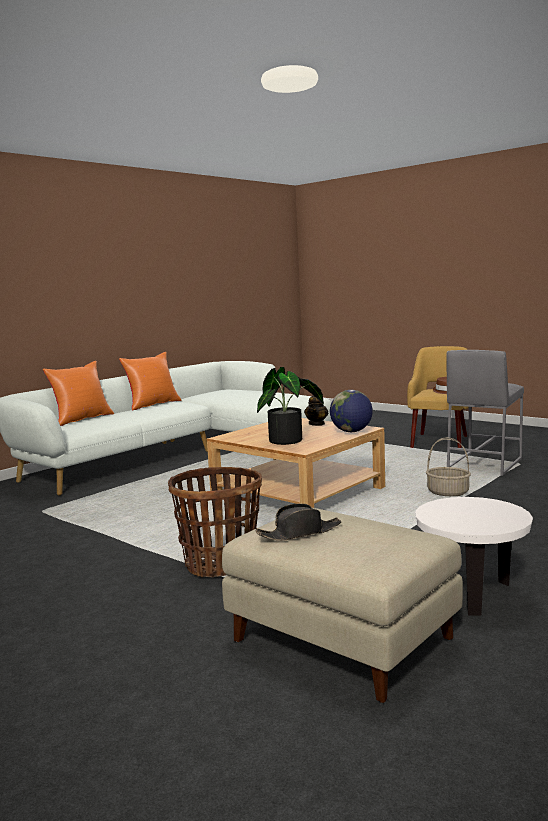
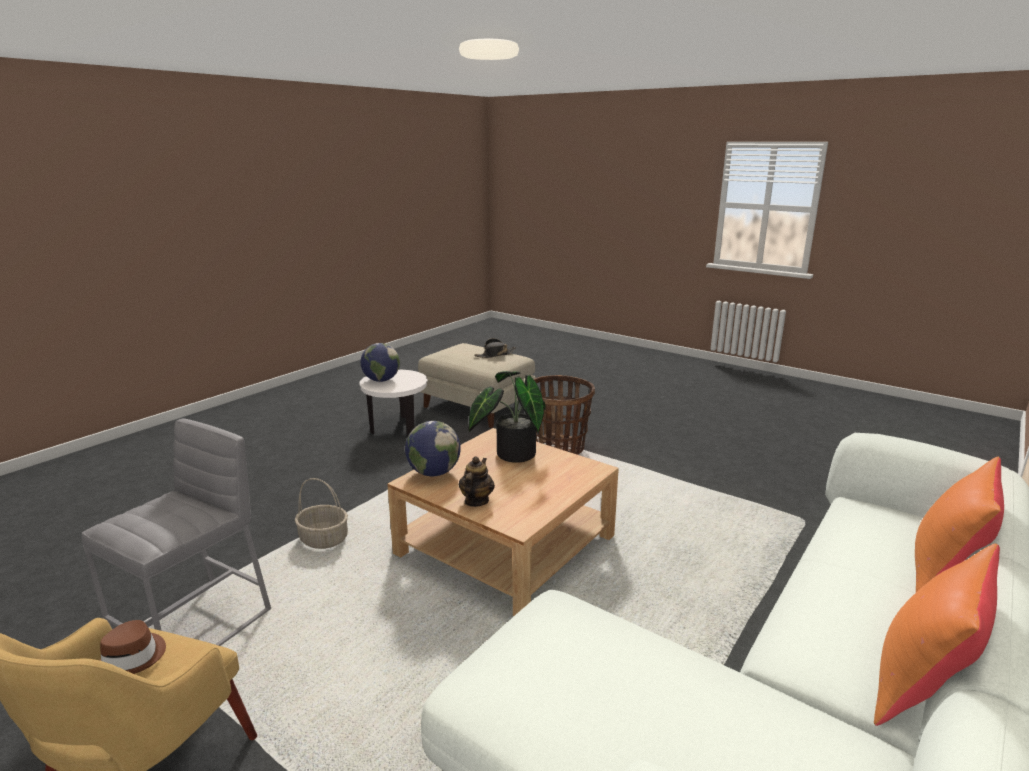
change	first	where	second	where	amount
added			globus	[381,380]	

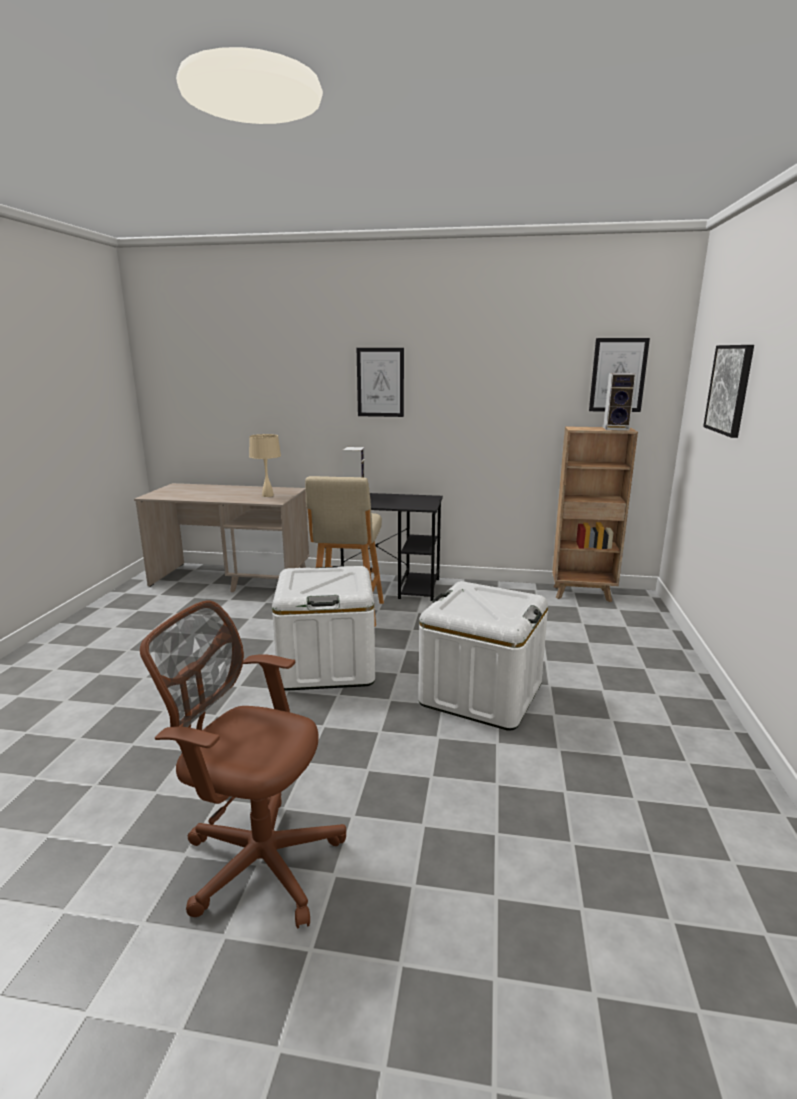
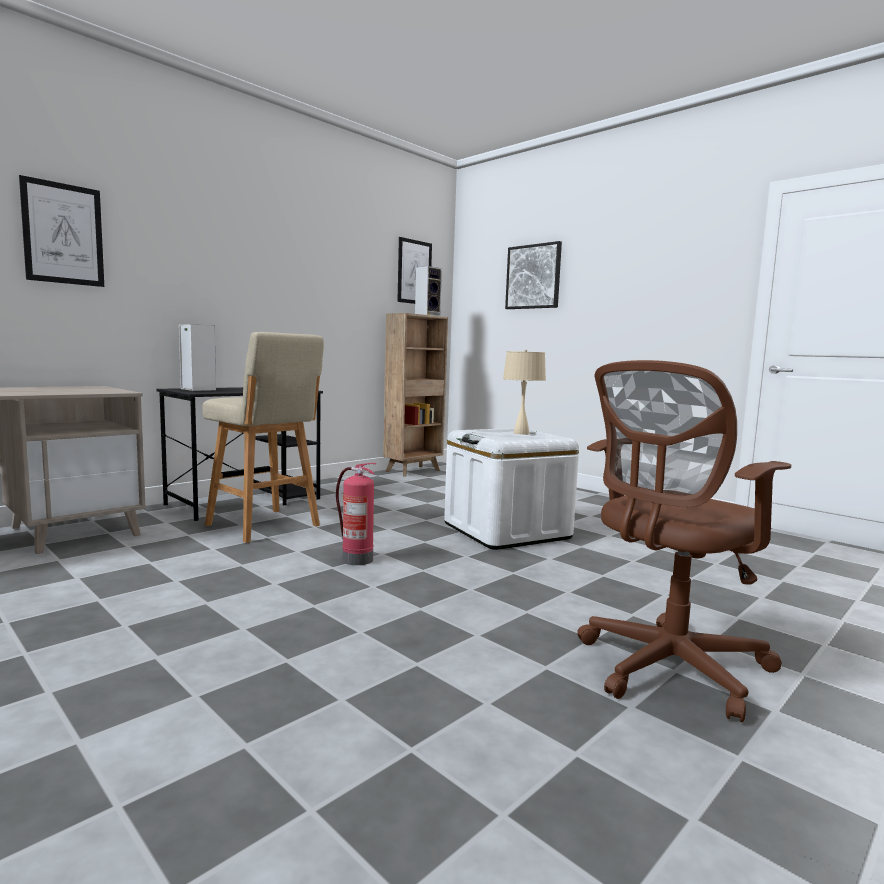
change	first	where	second	where	amount
moved	obraz	[380,382]		[63,234]	
replaced	pojemnik do przechowywania/biały	[327,665]	gaśnica	[356,559]	
moved	lampa stołowa/beżowy	[268,495]		[521,434]	

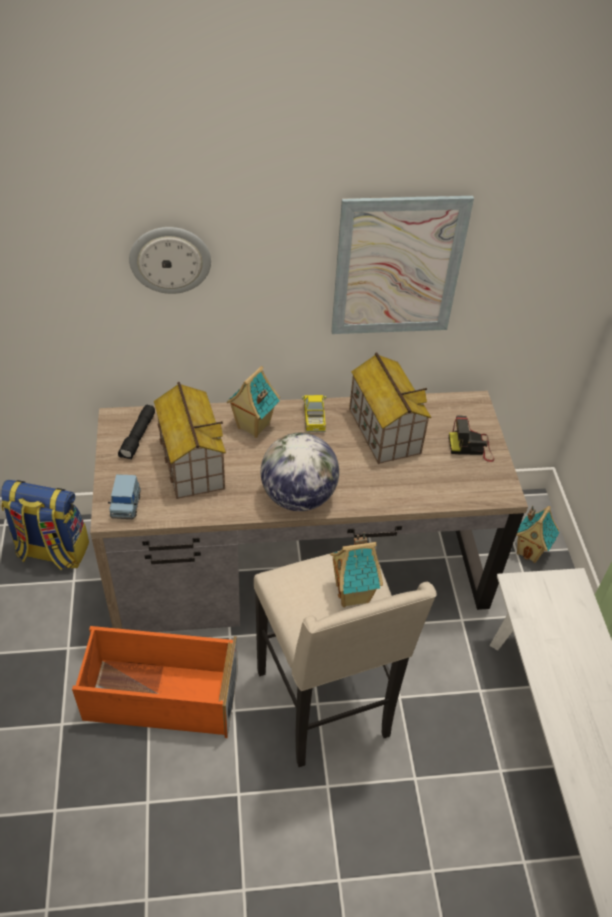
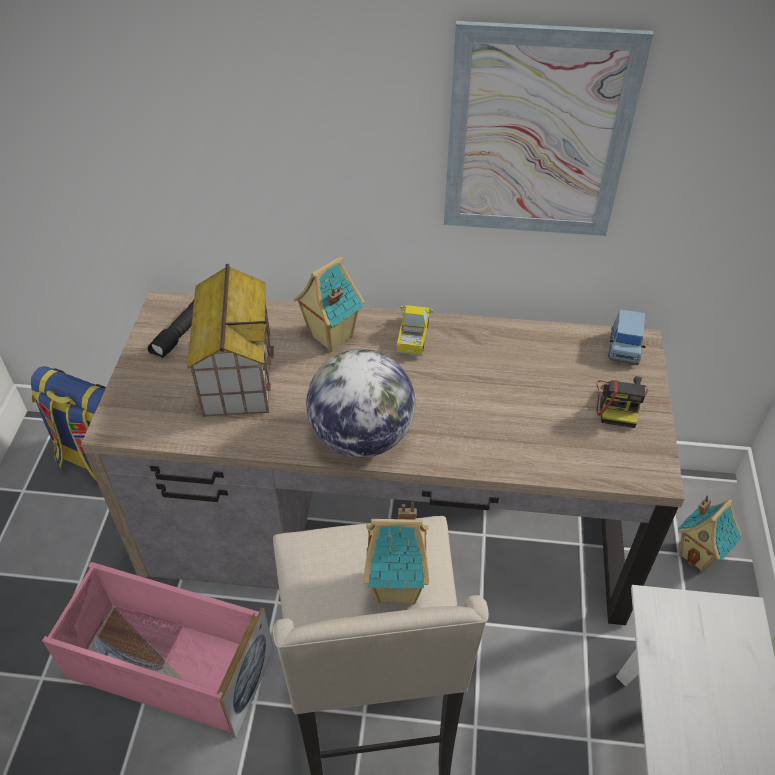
change	first	where	second	where	amount
recoloured	pojemnik do przechowywania/pomarańczowy	[160,696]	pojemnik do przechowywania/różowy	[169,665]	
turned	aparat fotograficzny	[471,447]		[619,403]	90 degrees counterclockwise
moved	samochodzik/niebieski	[125,505]		[624,349]	
removed	zegar ścienny	[170,259]			
removed	domek	[383,430]			

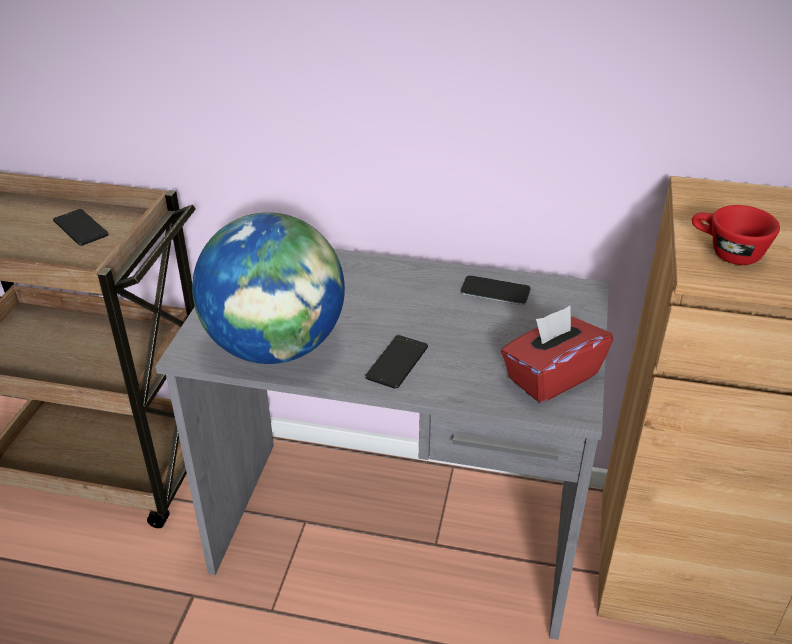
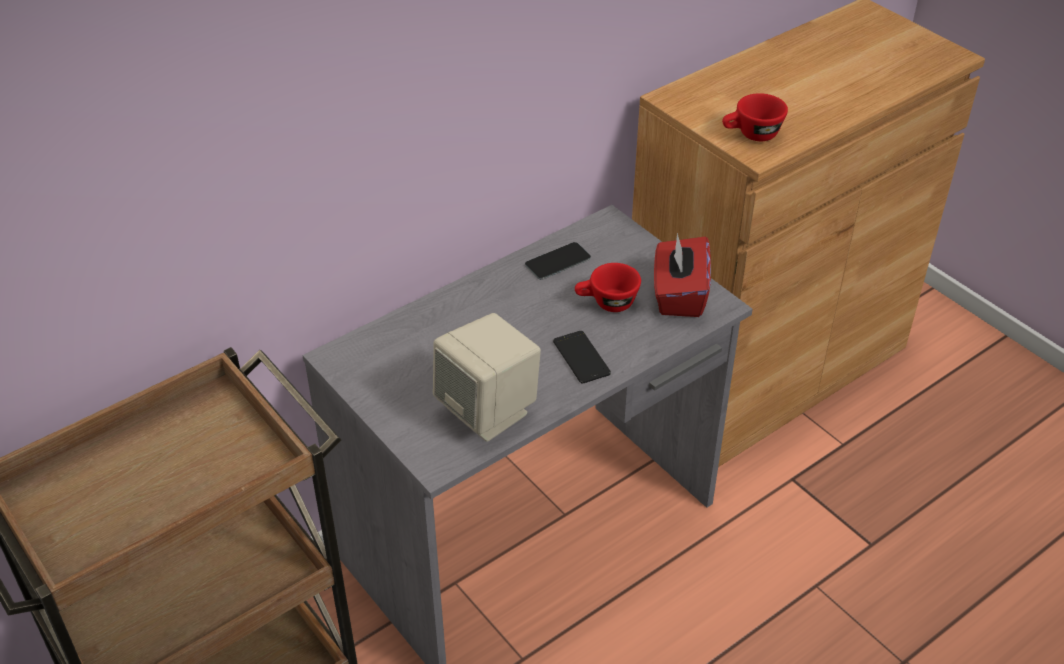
change	first	where	second	where	amount
replaced	globus	[276,347]	głośnik/beżowy	[488,411]	
added			filiżanka/czerwony	[606,303]	
removed	telefon	[80,228]			

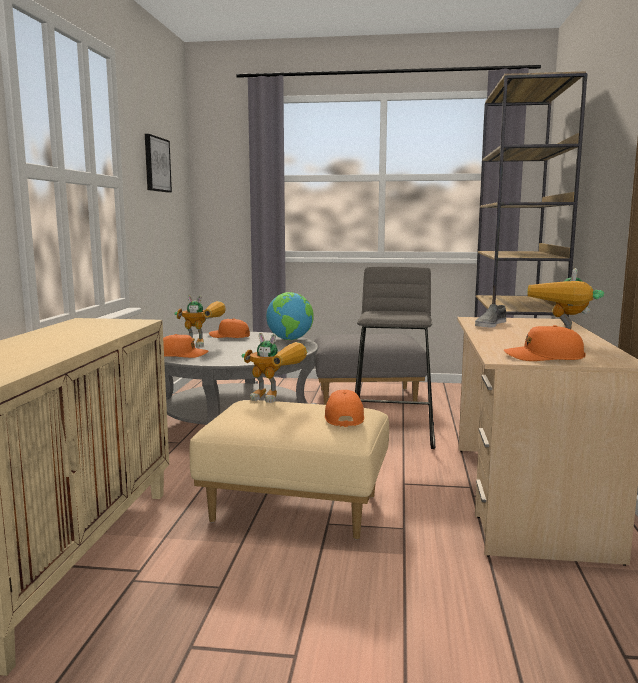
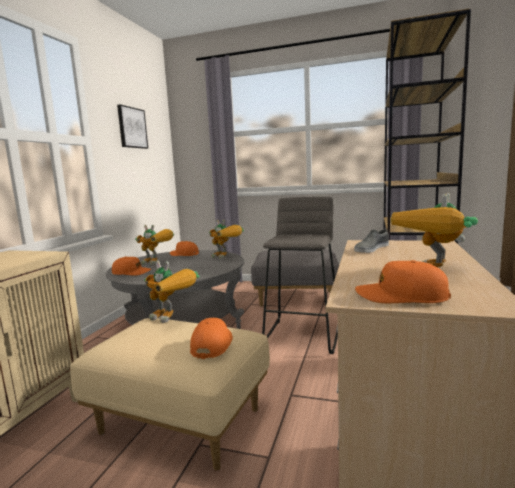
change	first	where	second	where	amount
replaced	globus	[290,339]	robot zabawkowy	[226,257]	

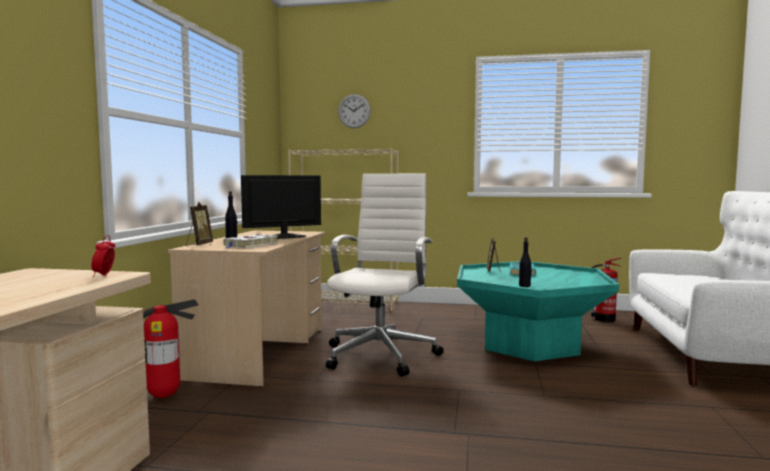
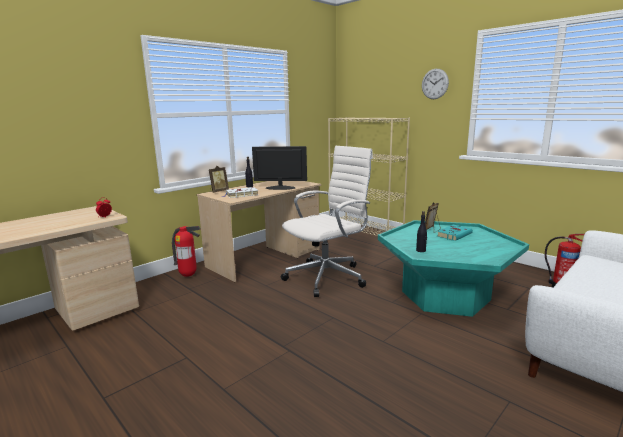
change	first	where	second	where	amount
moved	zegar ścienny	[354,111]		[435,84]	

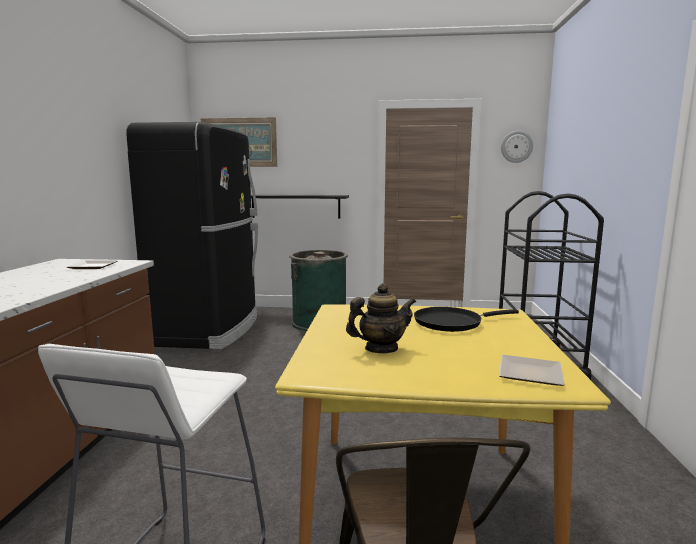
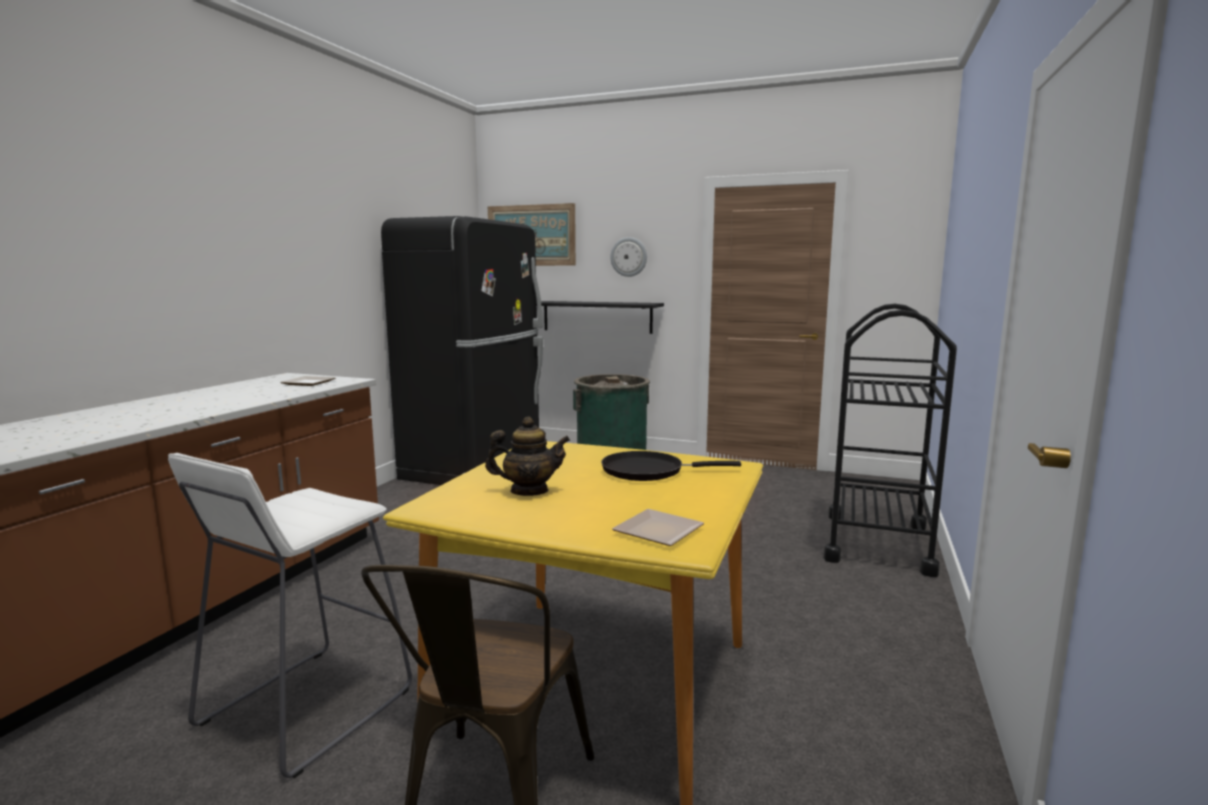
change	first	where	second	where	amount
moved	zegar ścienny	[516,146]		[629,257]	

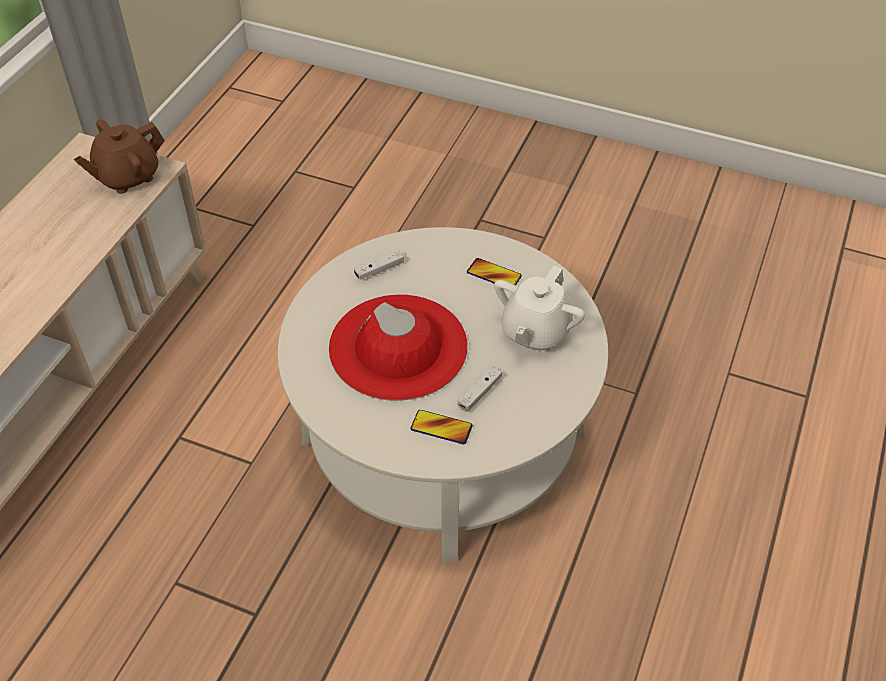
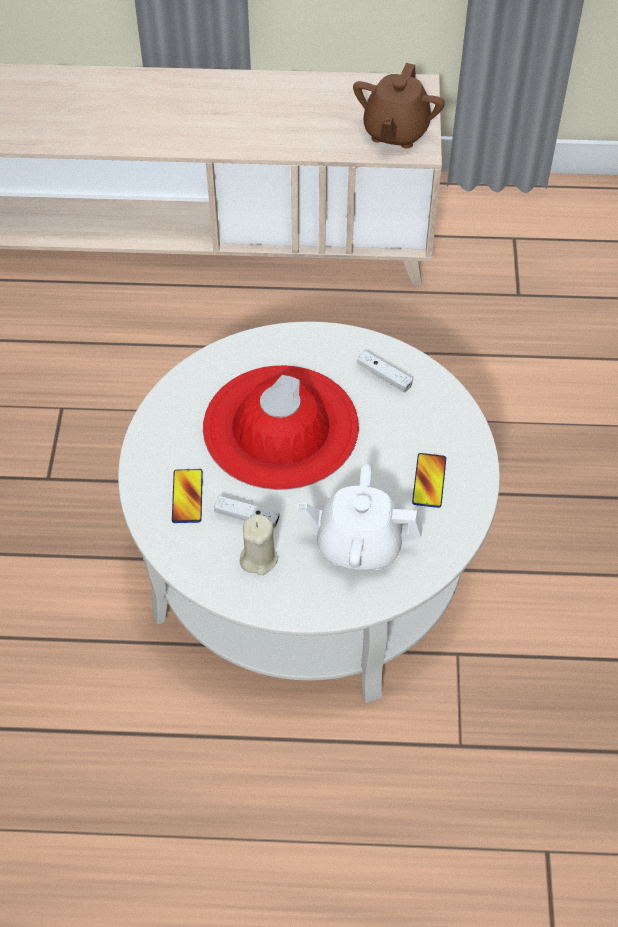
change	first	where	second	where	amount
added			świeca/beżowy	[258,558]	
turned	imbryk/brązowy	[127,177]		[395,132]	105 degrees counterclockwise

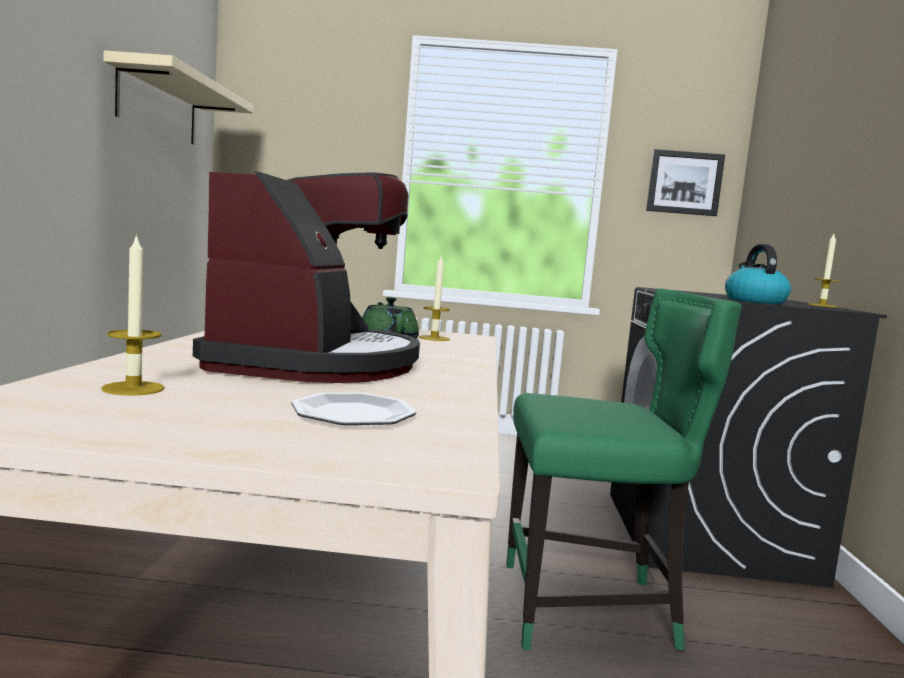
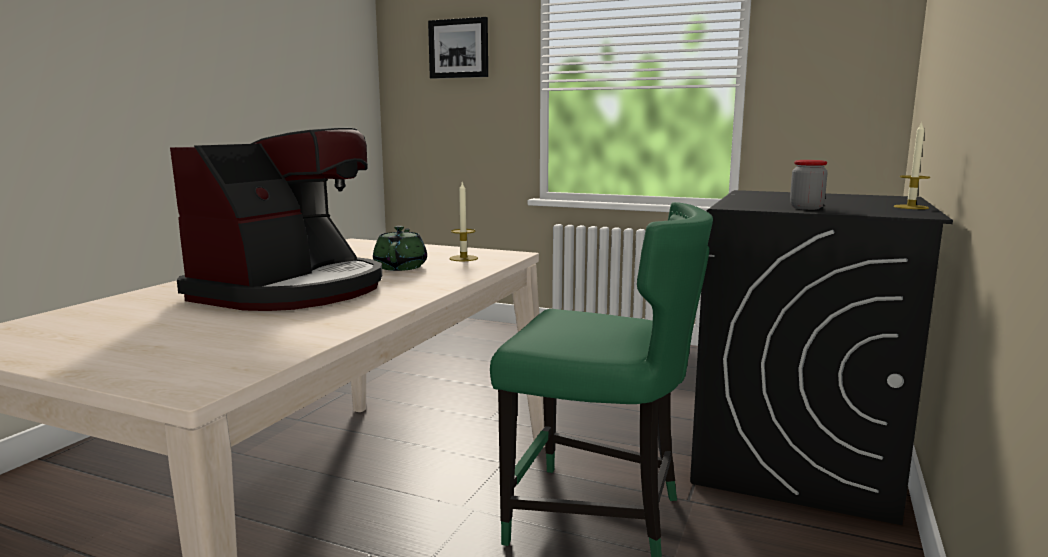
change	first	where	second	where	amount
moved	obraz	[684,183]		[459,48]	
replaced	czajnik	[754,301]	słoik	[806,208]	
removed	świeca	[133,388]			
removed	półka/beżowy	[159,105]			
removed	talerz	[352,414]			

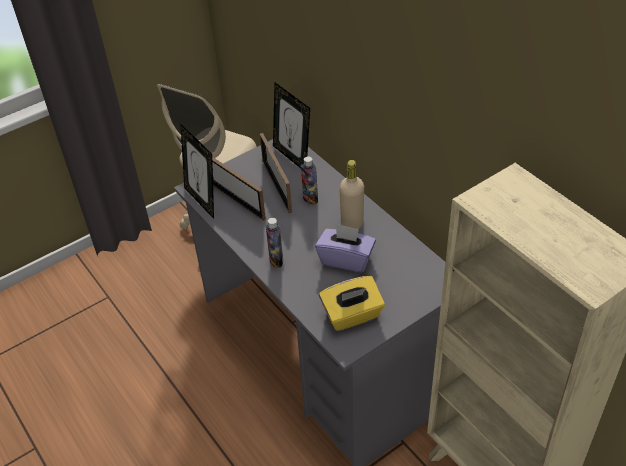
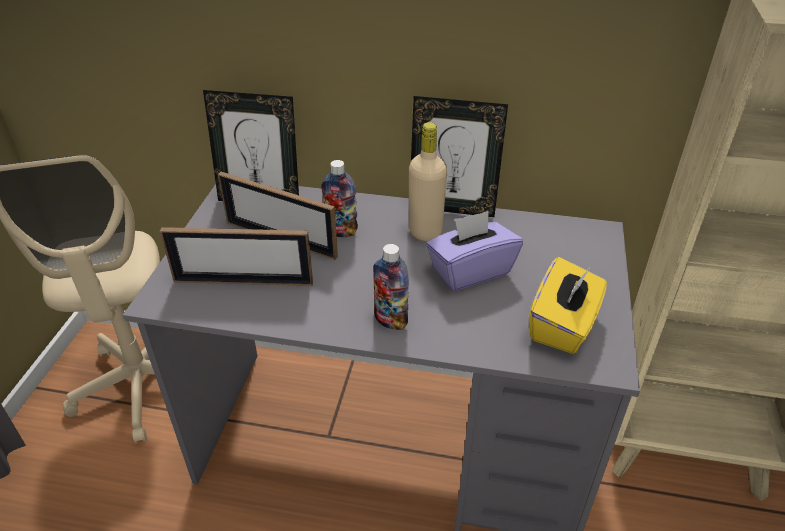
change	first	where	second	where	amount
moved	ramka na zdjęcie	[202,201]		[452,208]	

